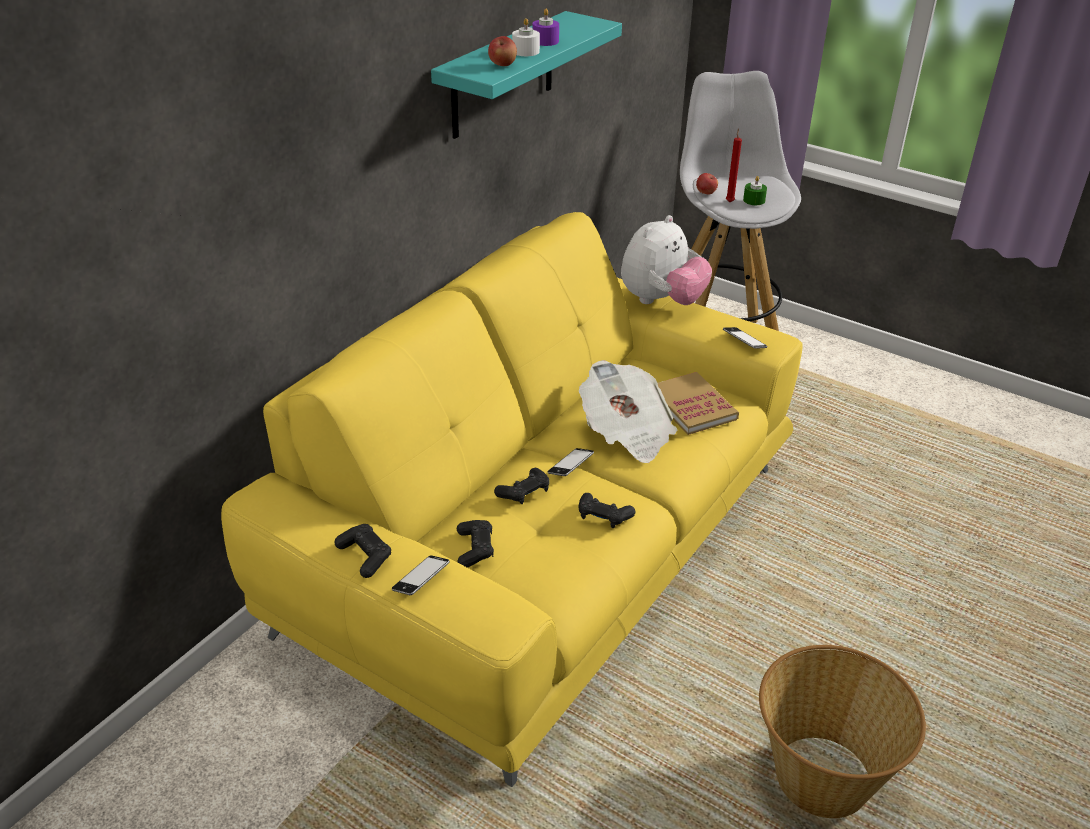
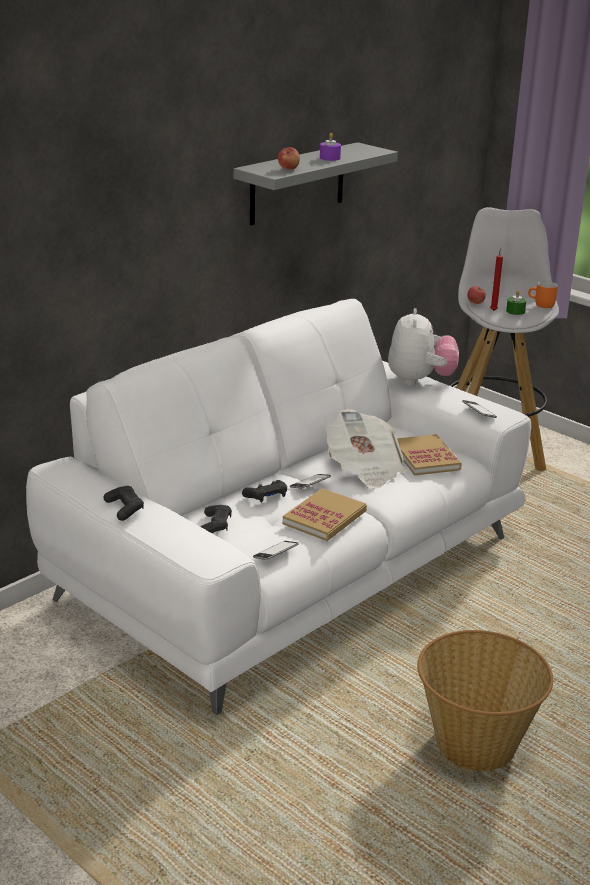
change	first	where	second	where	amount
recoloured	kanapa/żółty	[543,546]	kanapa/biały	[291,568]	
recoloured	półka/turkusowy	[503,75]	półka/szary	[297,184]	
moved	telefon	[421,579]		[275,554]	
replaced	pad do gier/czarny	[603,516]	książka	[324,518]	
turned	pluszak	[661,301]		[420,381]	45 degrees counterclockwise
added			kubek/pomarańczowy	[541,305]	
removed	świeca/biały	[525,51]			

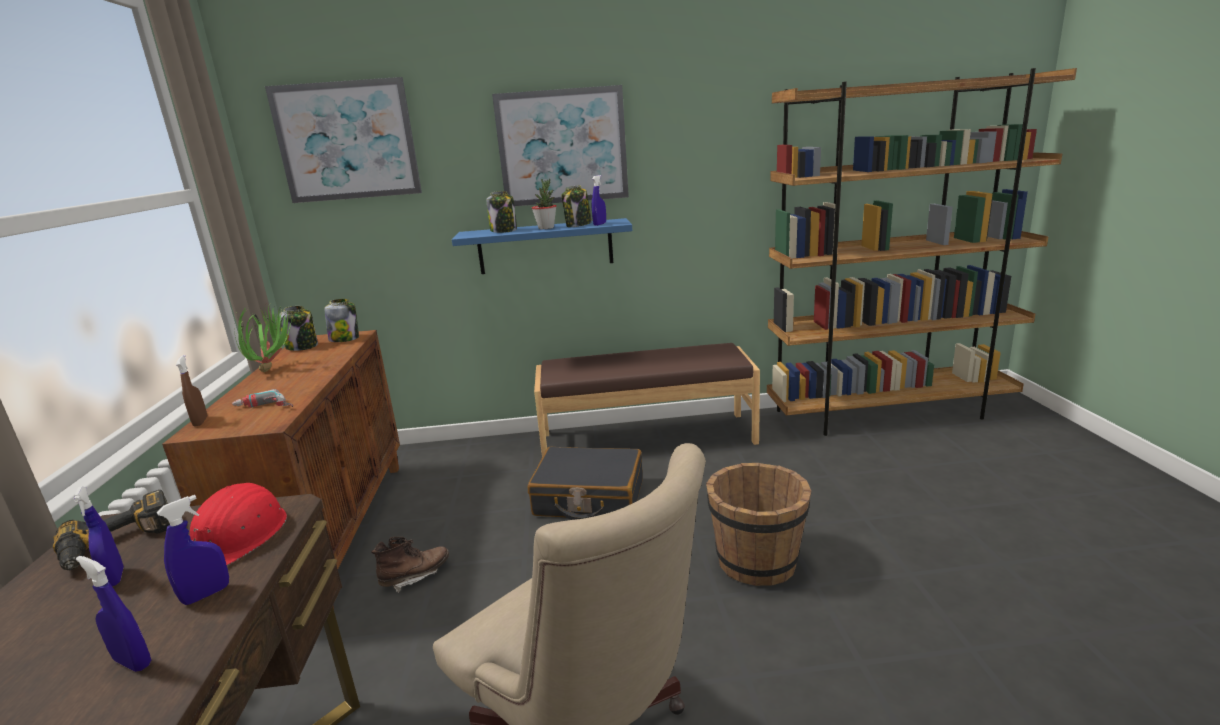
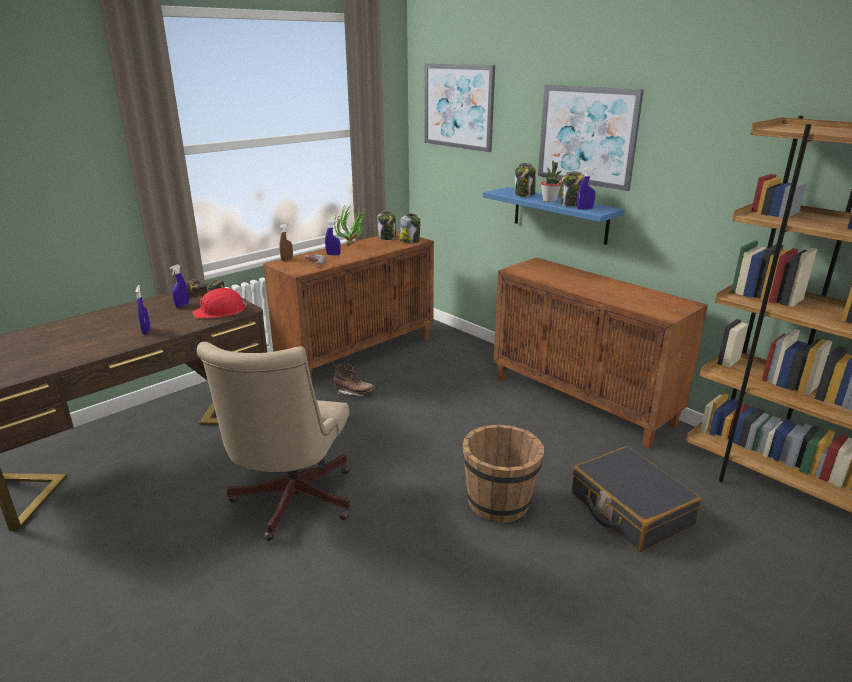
change	first	where	second	where	amount
moved	spryskiwacz/niebieski	[206,594]		[333,255]	
replaced	ławka/brązowy	[646,438]	szafka/brązowy	[583,401]	
moved	walizka/czarny	[589,498]		[630,510]	

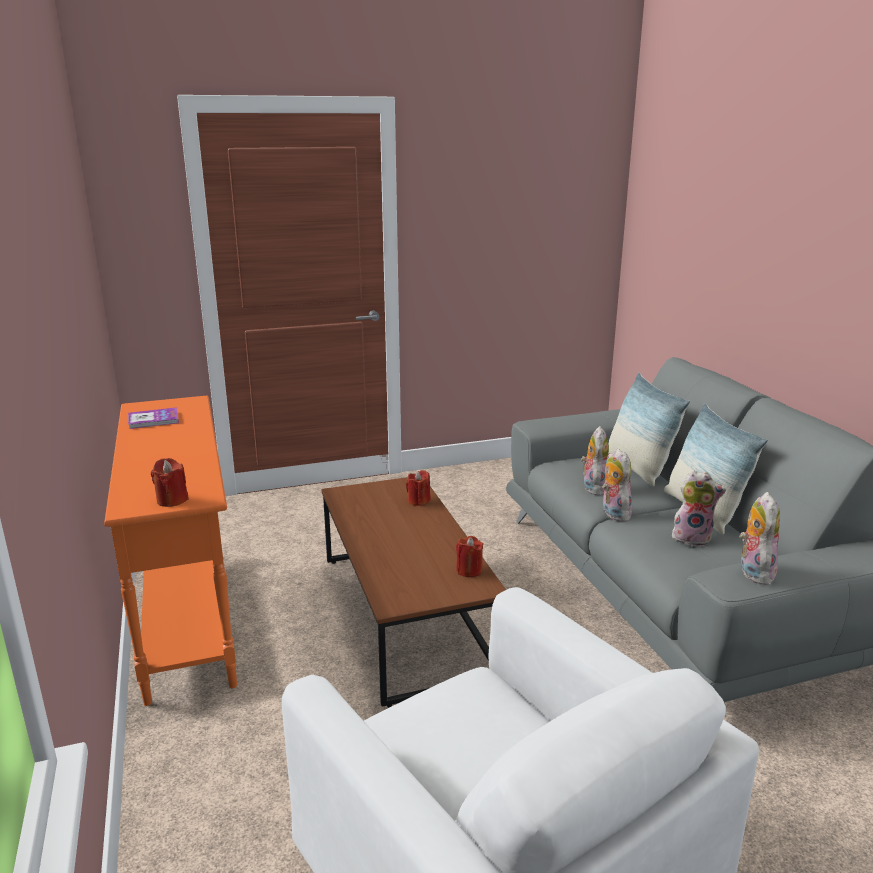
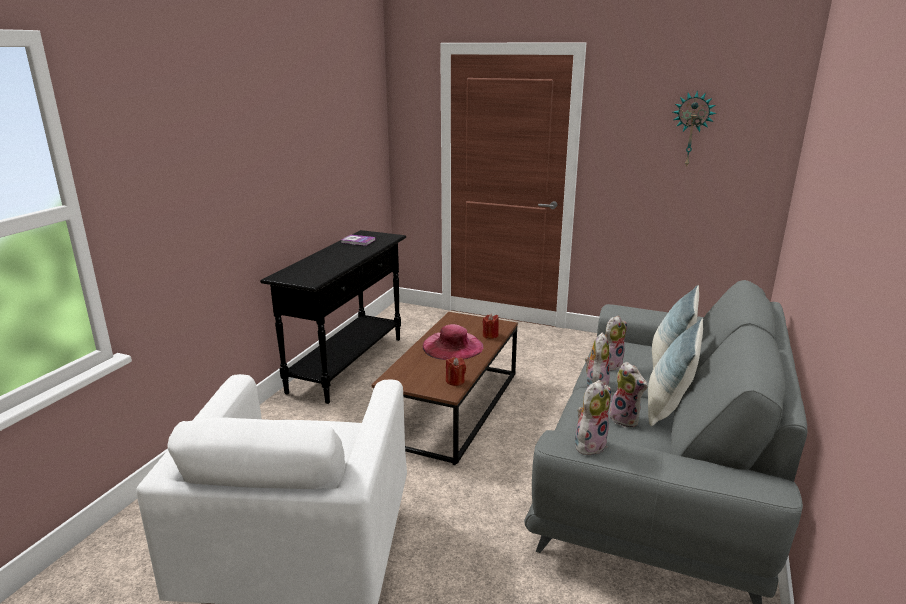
change	first	where	second	where	amount
recoloured	stolik konsolowy/pomarańczowy	[188,619]	stolik konsolowy/czarny	[348,364]	
added			kapelusz/różowy	[452,346]	
added			zegar ścienny	[691,129]	
removed	świeca/czerwony	[172,500]			

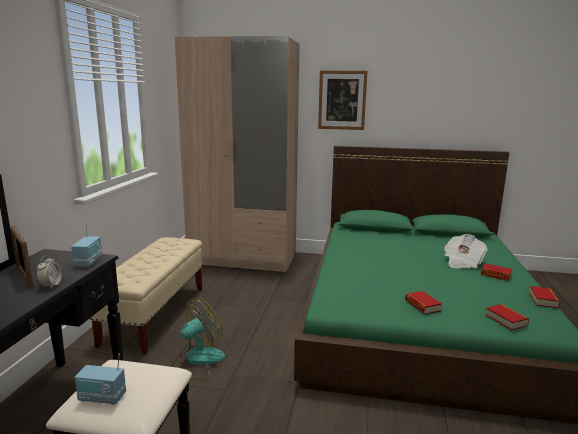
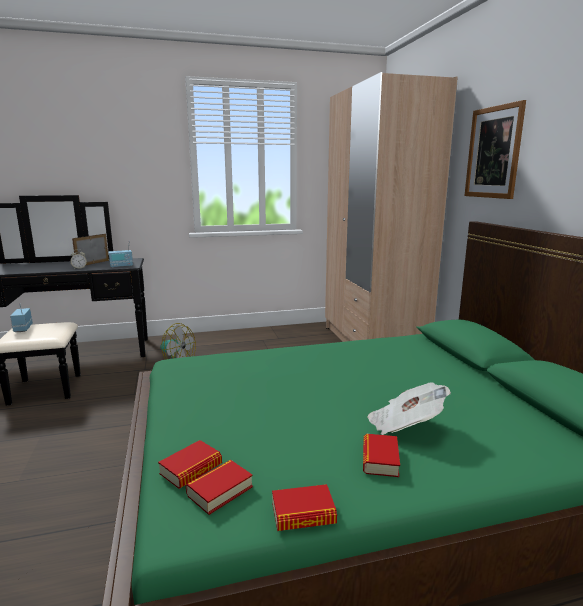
change	first	where	second	where	amount
moved	książka	[422,306]		[220,491]	
removed	ławka/beżowy	[155,315]			

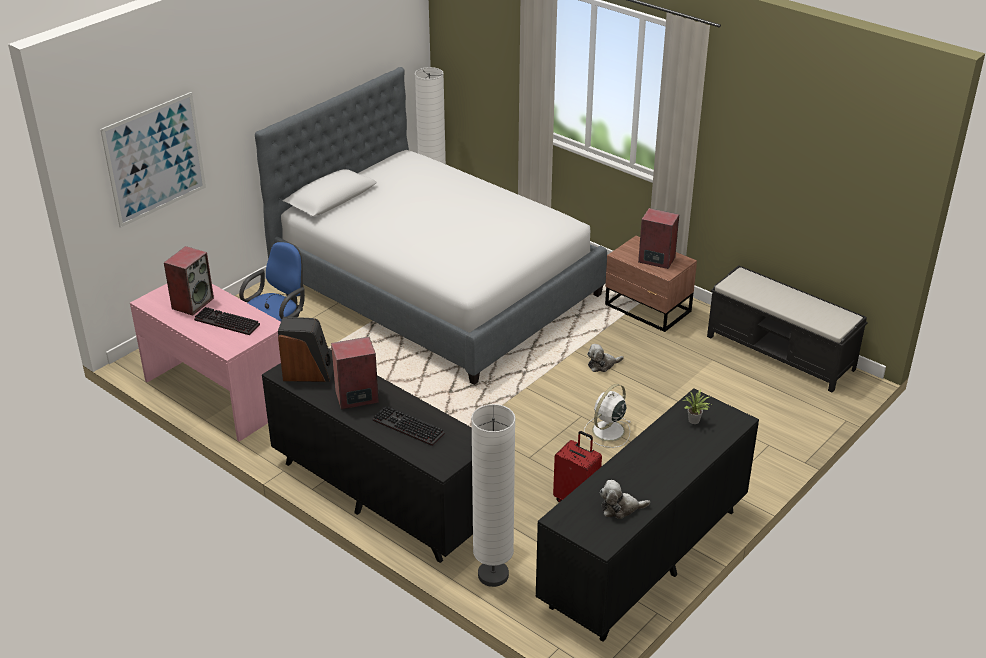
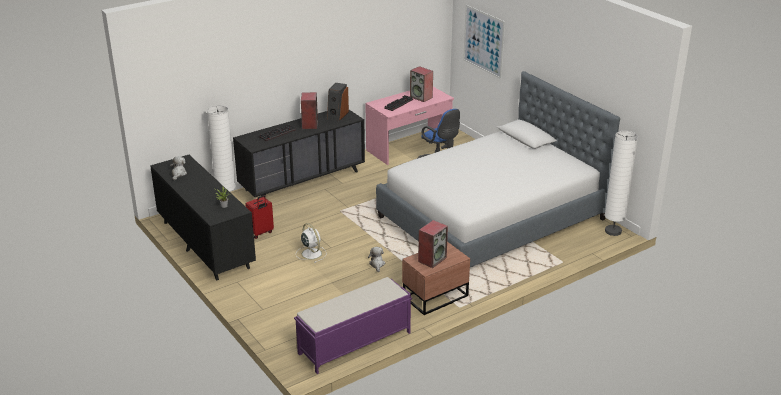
change	first	where	second	where	amount
recoloured	ławka/czarny	[781,353]	ławka/fioletowy	[354,343]	

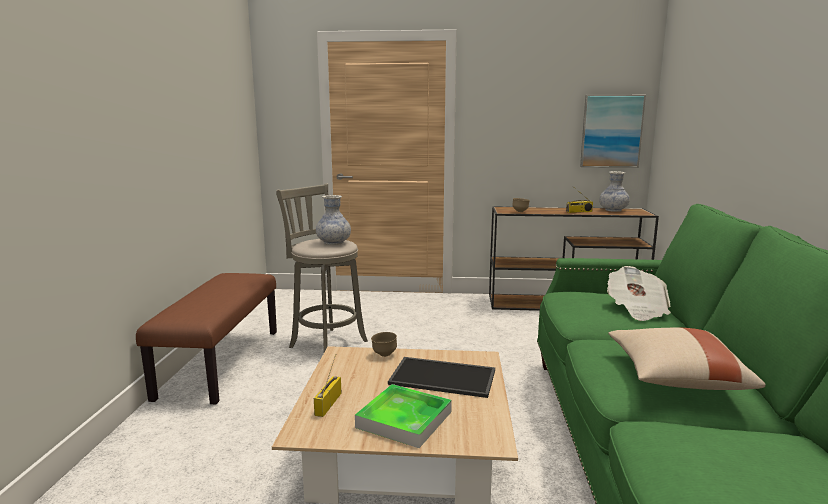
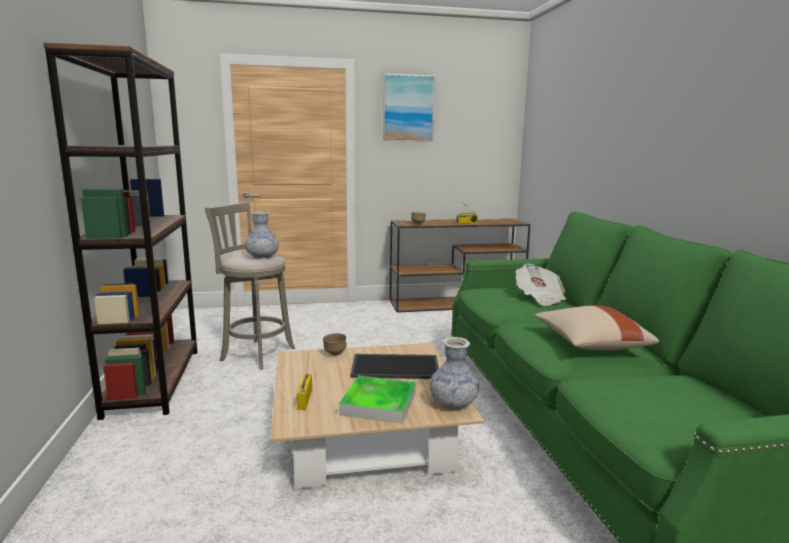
change	first	where	second	where	amount
replaced	ławka/brązowy	[220,362]	regał/brązowy	[154,381]	
moved	obraz	[611,131]		[408,108]	
moved	wazon	[613,210]		[453,403]	

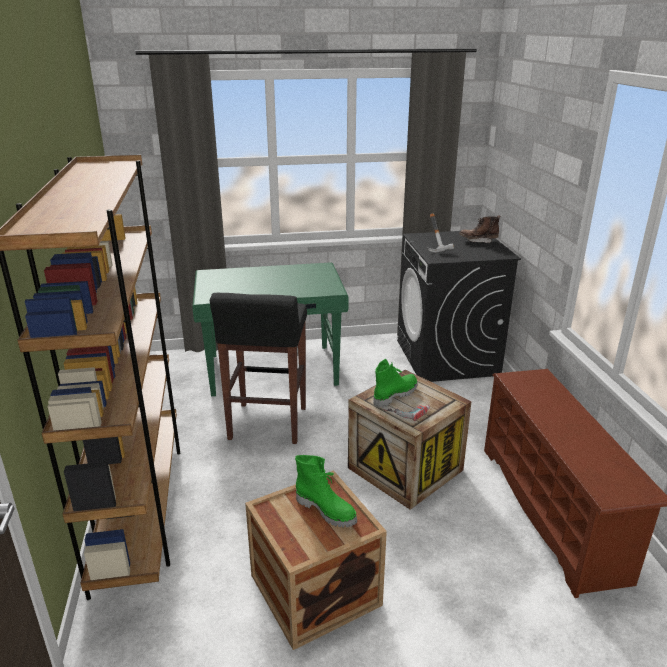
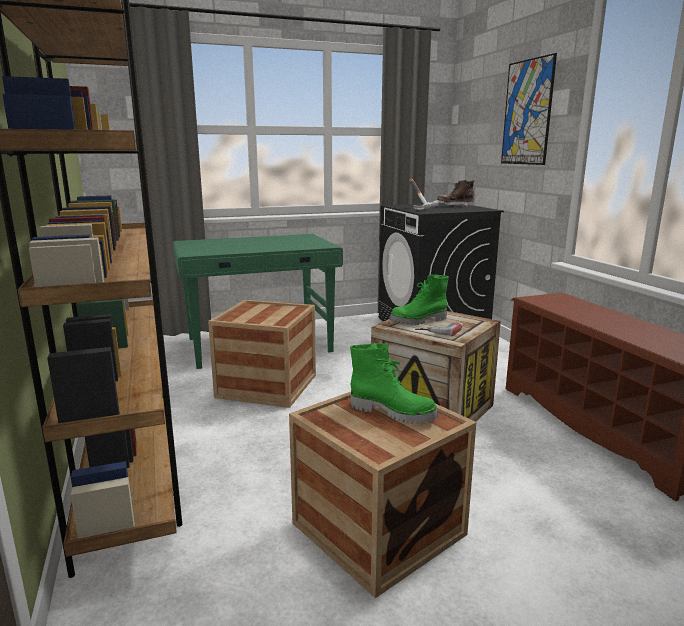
change	first	where	second	where	amount
replaced	stołek/czarny	[267,424]	skrzynka	[267,386]	
turned	but z cholewką/zielony	[394,395]		[419,321]	150 degrees counterclockwise
added			obraz	[527,112]	

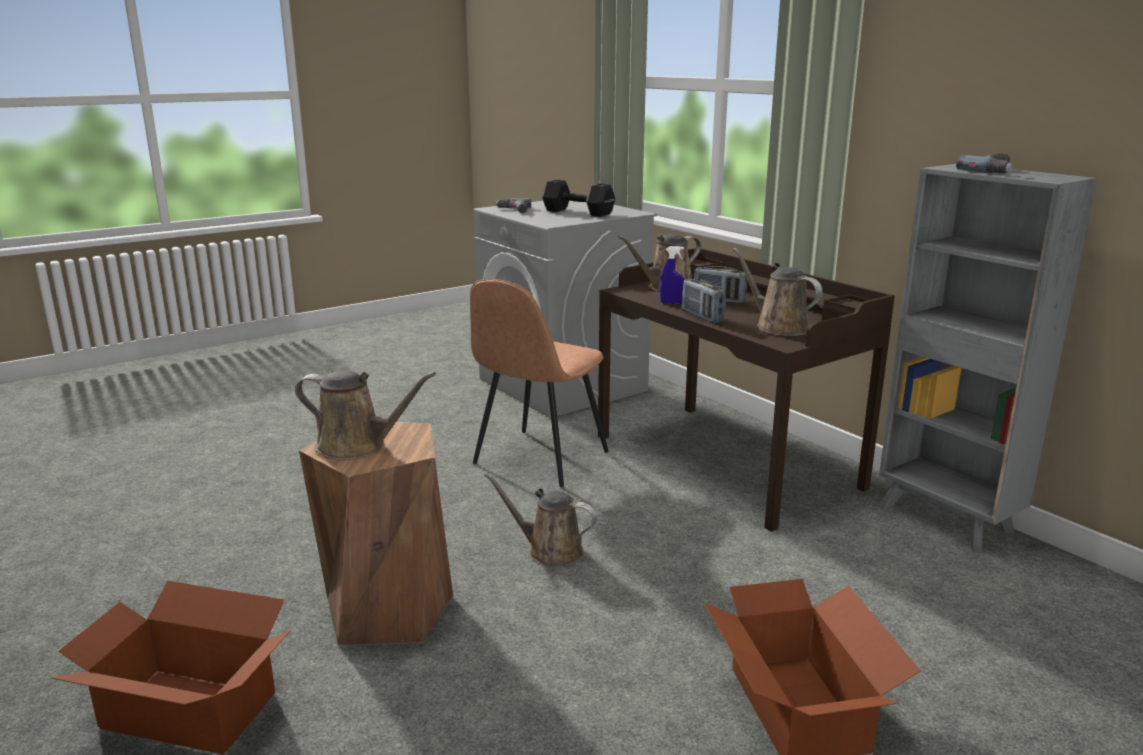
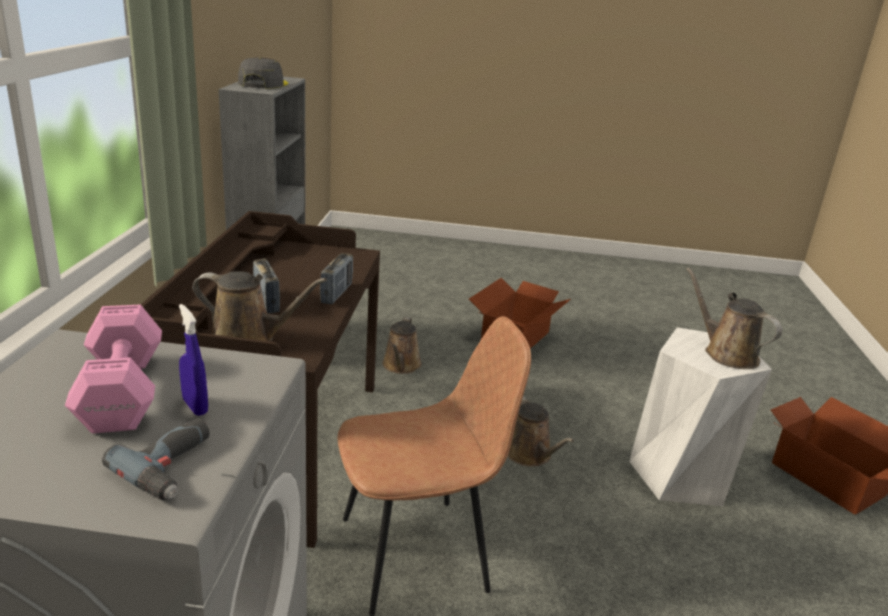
change	first	where	second	where	amount
recoloured	hantel/czarny	[579,212]	hantel/różowy	[123,390]	
moved	spryskiwacz/niebieski	[671,303]		[195,406]	
replaced	wiertarka	[996,171]	czapka z daszkiem/szary	[263,84]	
moved	konewka/brązowy	[778,327]		[401,366]	
recoloured	stołek/brązowy	[387,610]	stołek/biały	[680,475]	

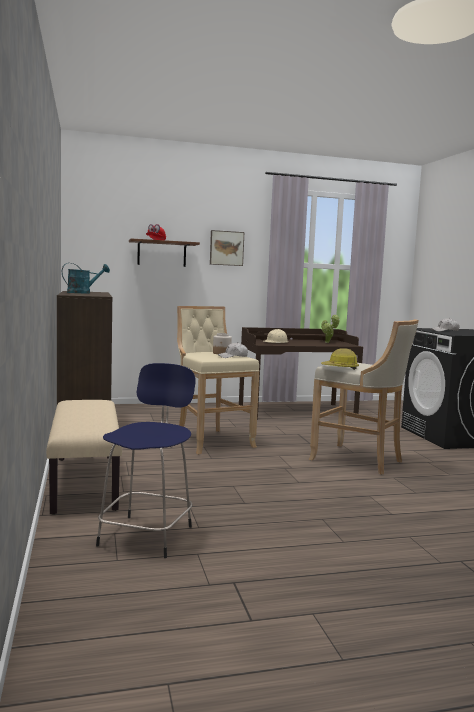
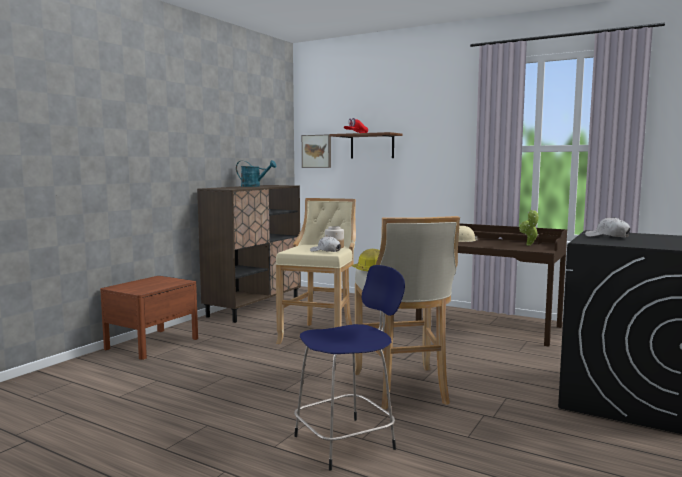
change	first	where	second	where	amount
replaced	ławka/beżowy	[84,482]	szafka nocna/brązowy	[152,343]	
moved	stołek/niebieski	[147,534]		[347,441]	
moved	obraz	[226,248]		[317,151]	

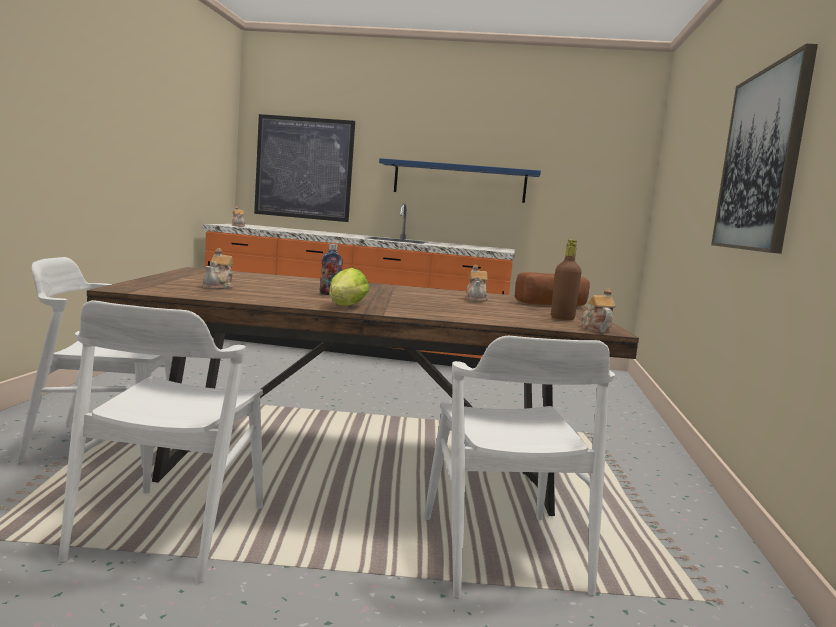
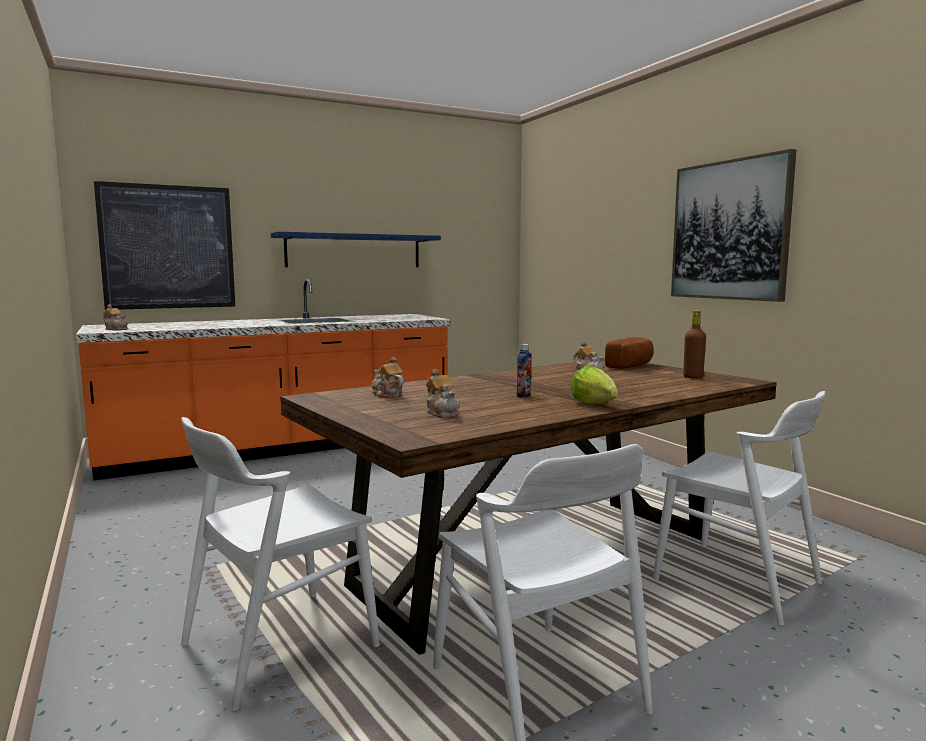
change	first	where	second	where	amount
moved	imbryk	[595,329]		[387,394]	

